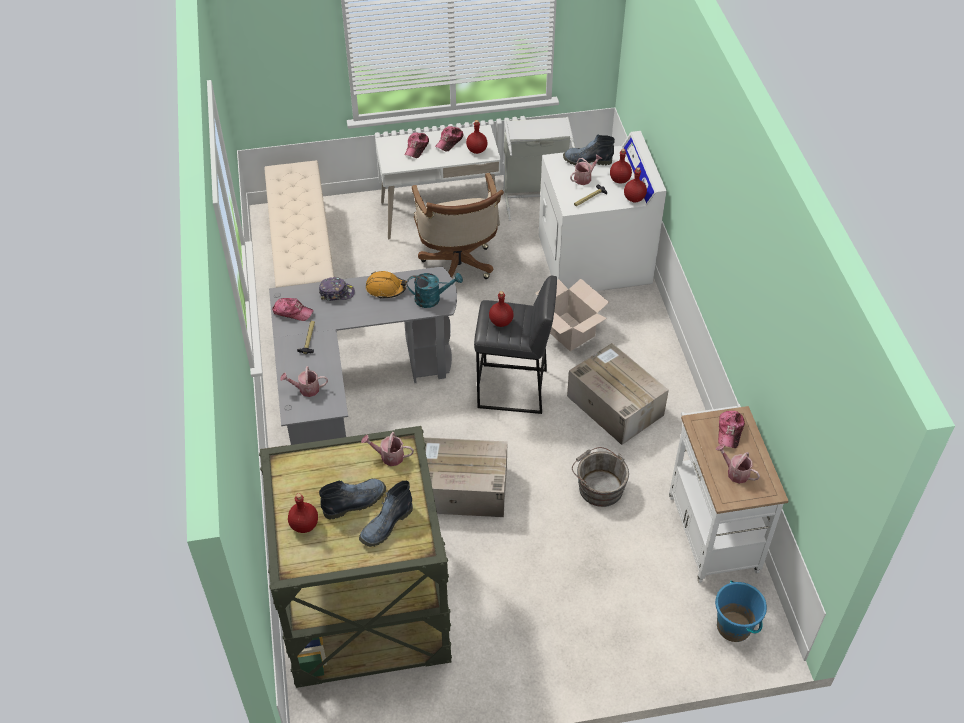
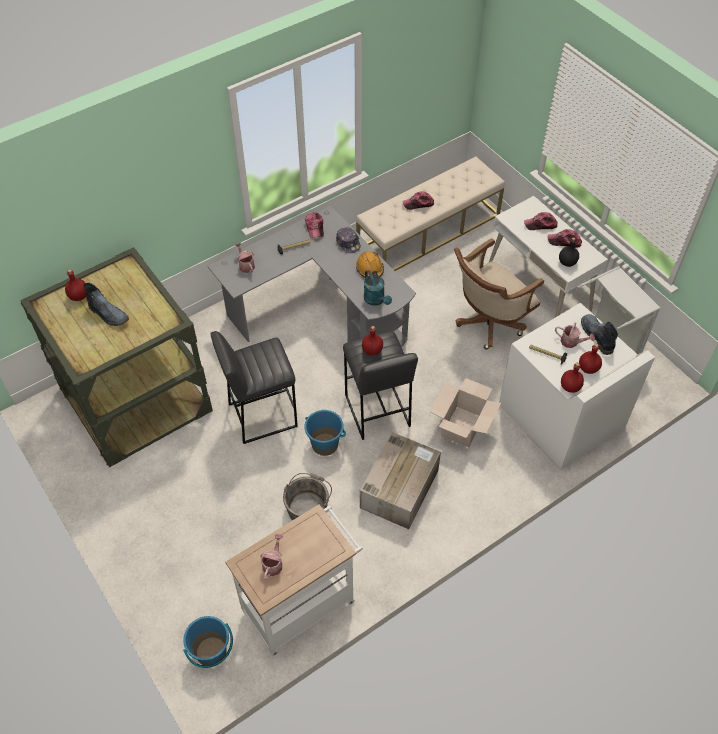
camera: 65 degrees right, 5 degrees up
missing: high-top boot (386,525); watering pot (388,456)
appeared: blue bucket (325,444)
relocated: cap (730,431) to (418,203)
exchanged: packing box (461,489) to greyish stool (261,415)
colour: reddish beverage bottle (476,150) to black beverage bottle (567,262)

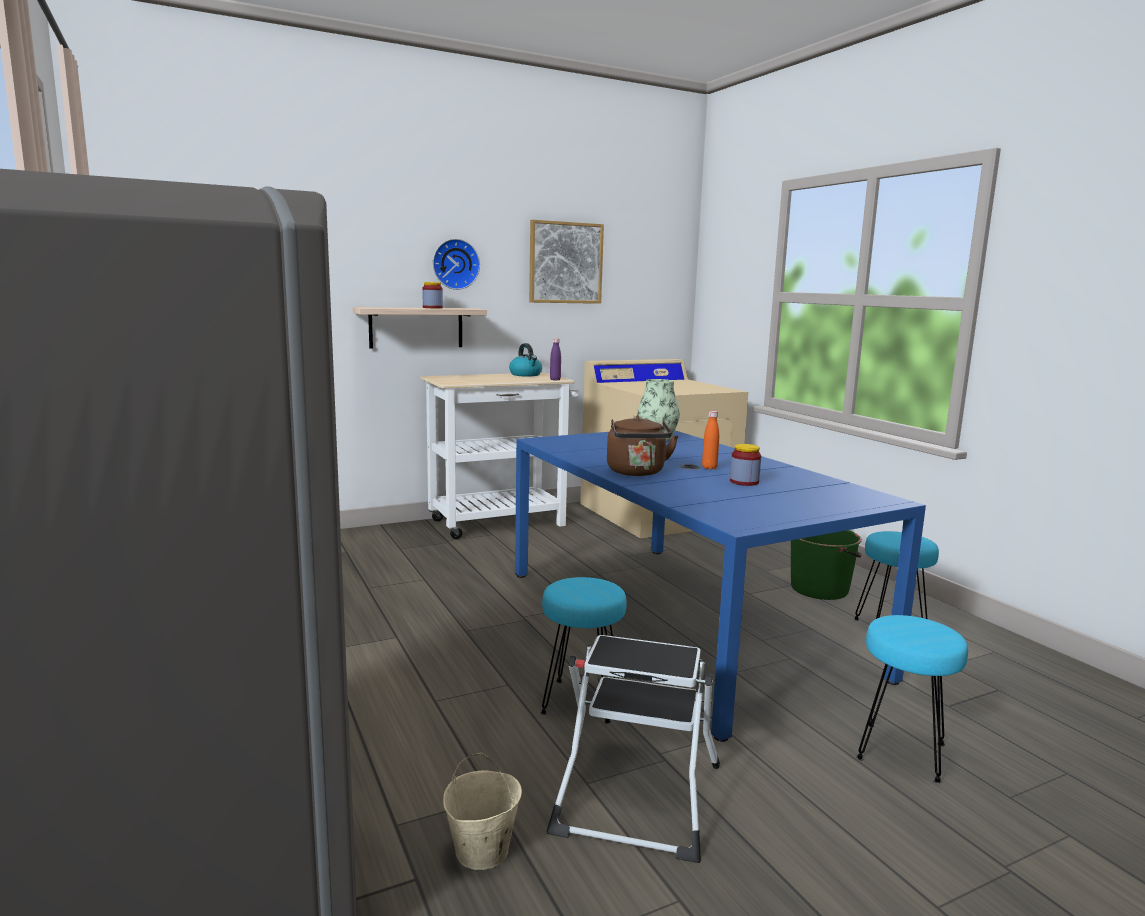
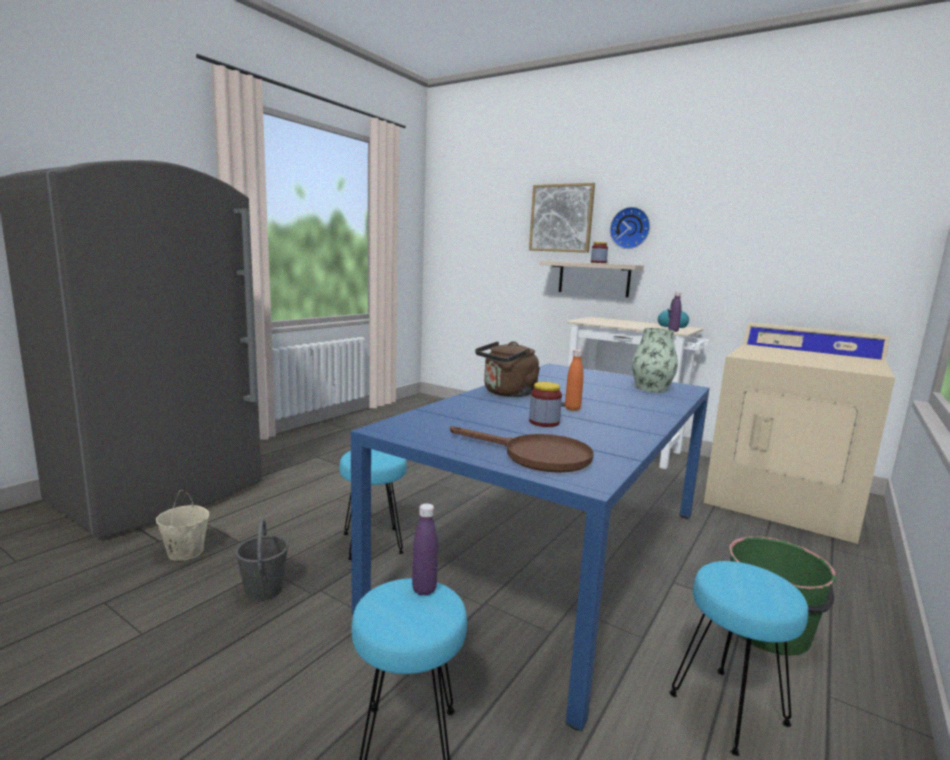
camera: 60 degrees right, 0 degrees up
appeared: purplish beverage bottle (424,589); brown frying pan (535,456)
relocated: picture (565,263) to (561,218)
exchanged: step ladder (635,791) to greyish bucket (264,590)

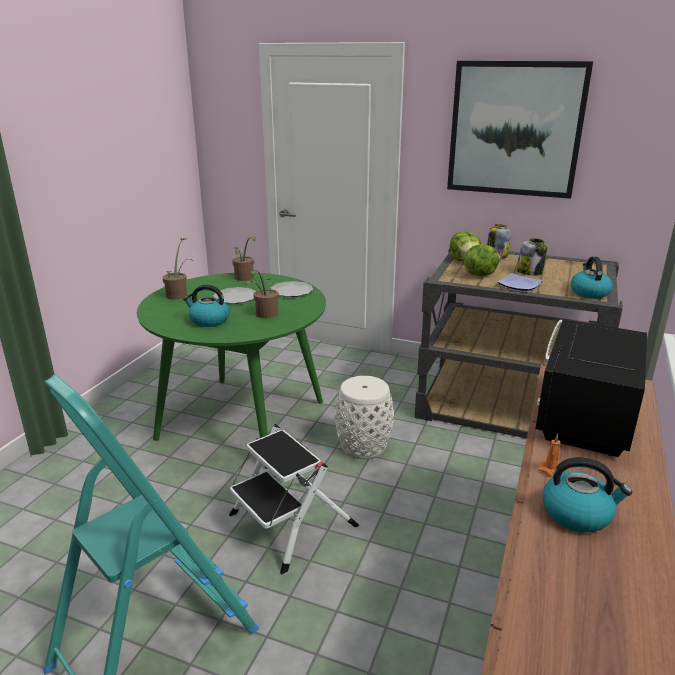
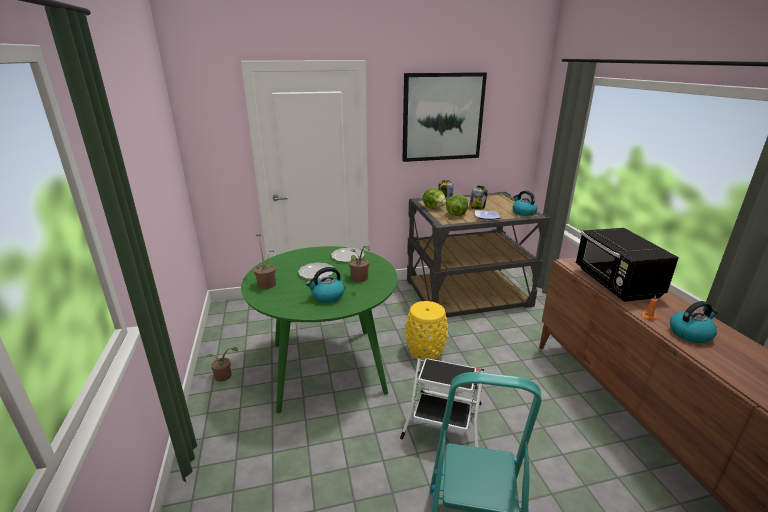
camera: 35 degrees left, 0 degrees up
relocated: potted plant (244,278) to (224,377)
colour: white stool (363,446) to yellowish stool (425,351)

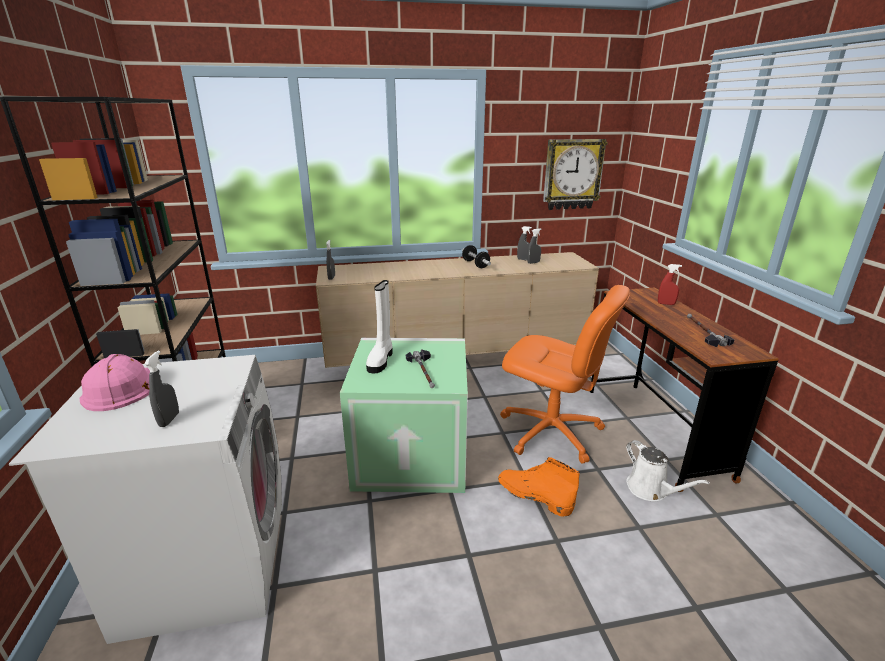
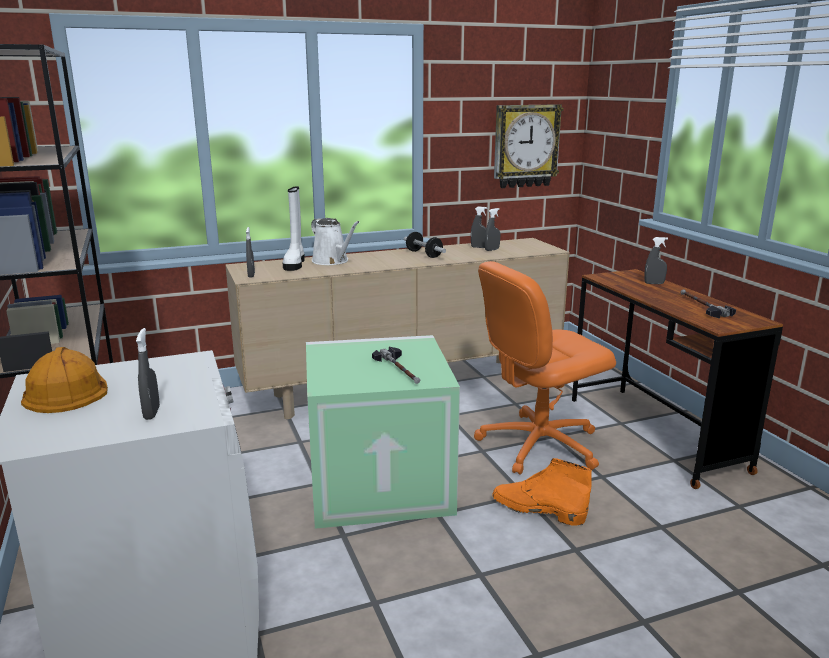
camera: 10 degrees left, 5 degrees down
relocated: white high-top boot (381,360) to (295,264); white watering pot (650,490) to (332,261)
colour: pink work helmet (121,388) to orange work helmet (66,391); reddish hand sprayer (666,304) to greyish hand sprayer (654,283)
spun: orange desk chair (551,431) = (539,444) 135 degrees clockwise

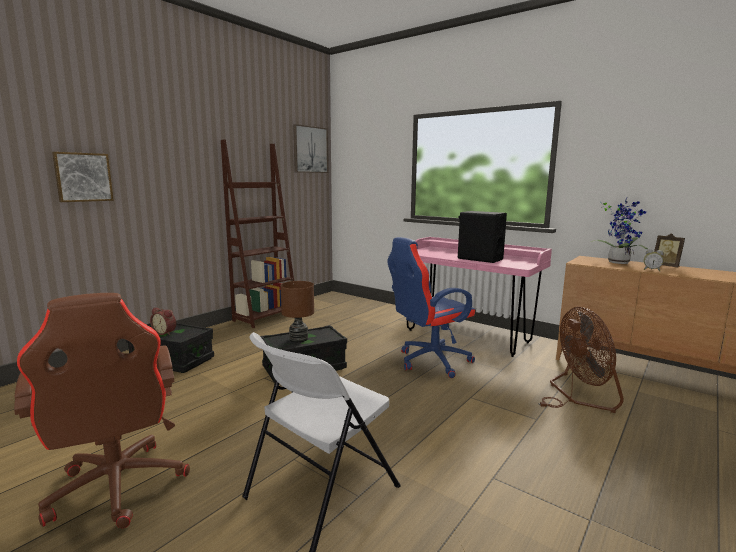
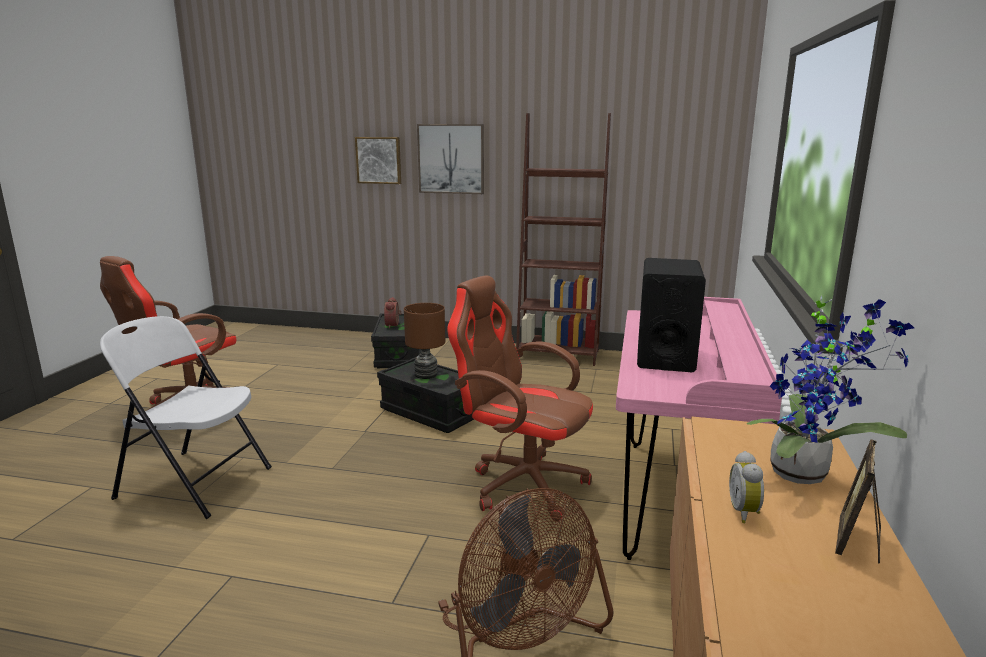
camera: 65 degrees right, 5 degrees up
relocated: picture (310,149) to (451,159)
colour: blue desk chair (428,362) to brown desk chair (520,484)

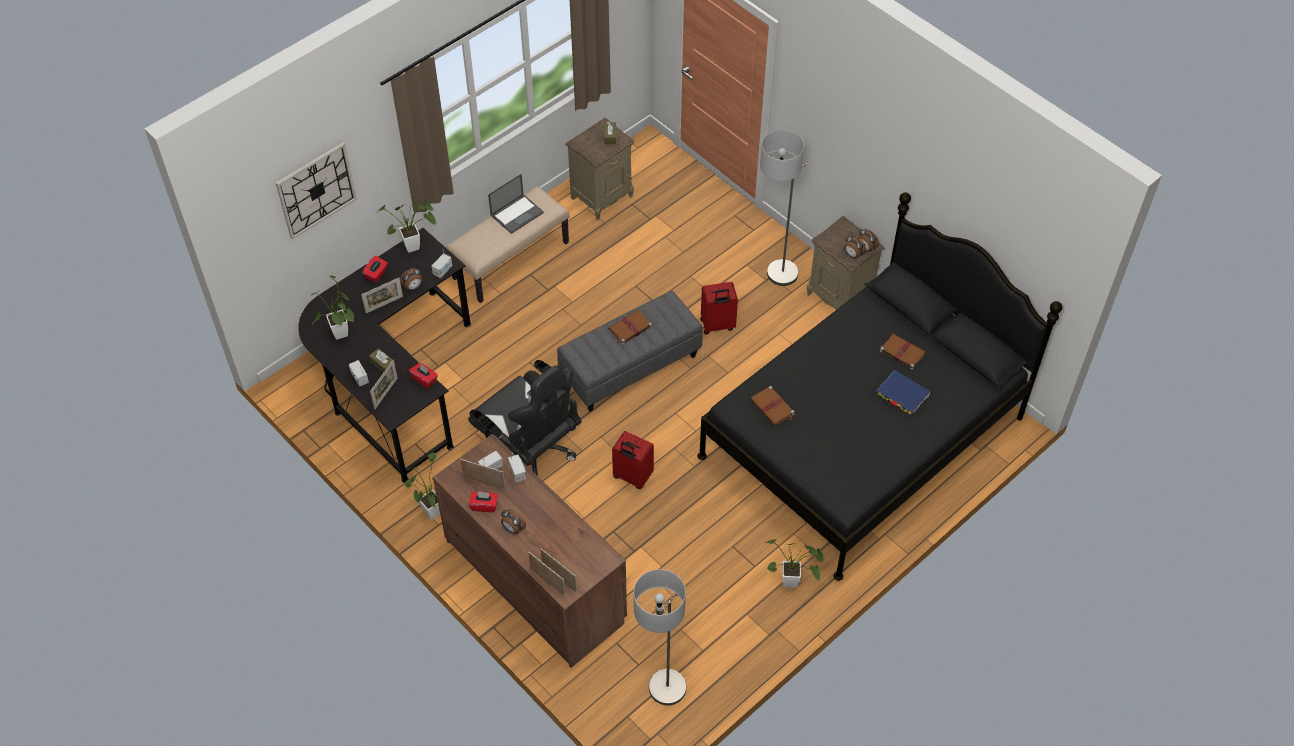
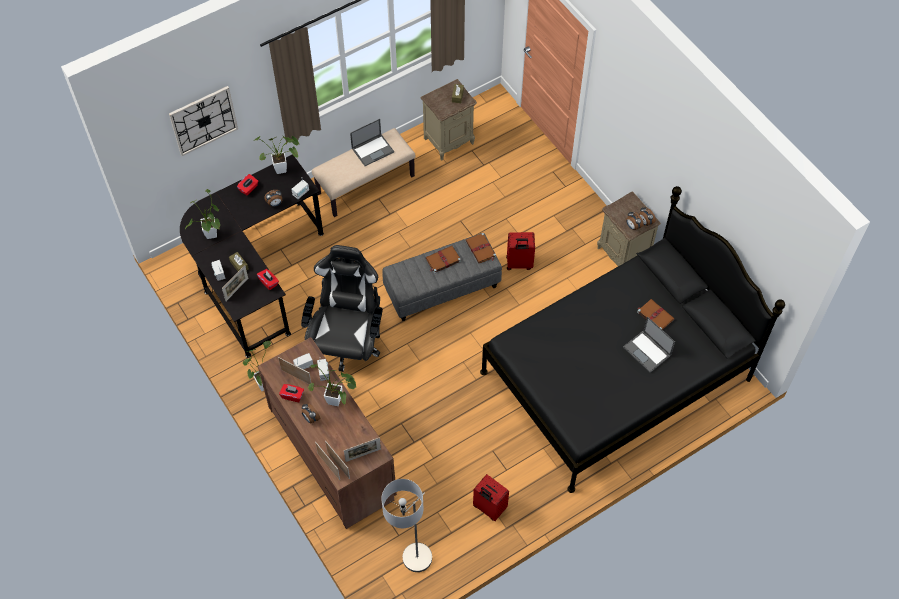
camera: 10 degrees right, 5 degrees up
missing: greyish standing lamp (774,277)
relocated: potted plant (794,582) to (338,401); photo frame (384,304) to (363,455); brown bound book (772,407) to (481,249); reddish travel case (632,477) to (489,508)
exchanged: blue bound book (902,394) to notebook computer (647,351)
spun: black desk chair (528,449) = (348,345) 135 degrees counterclockwise

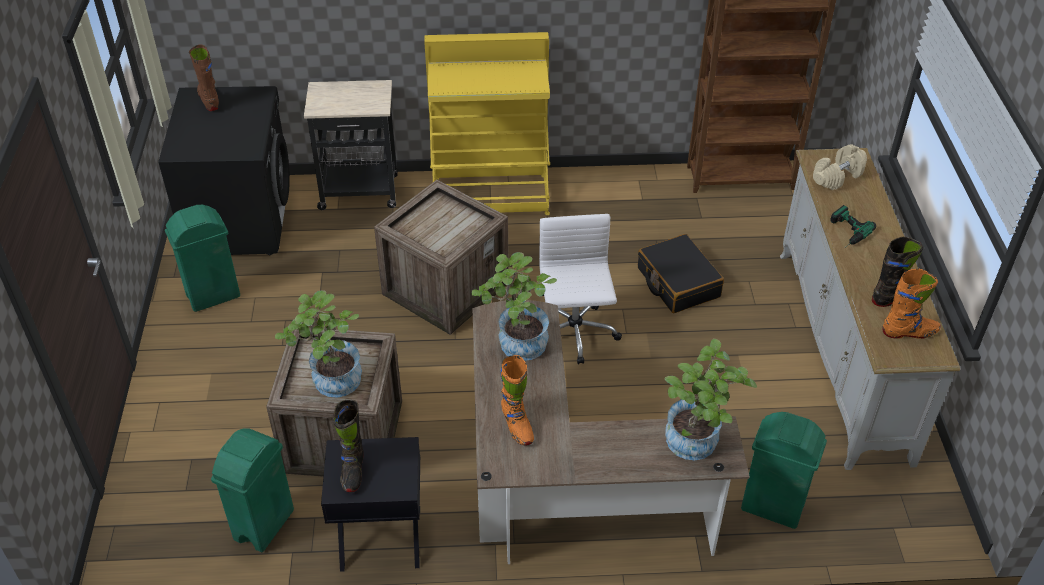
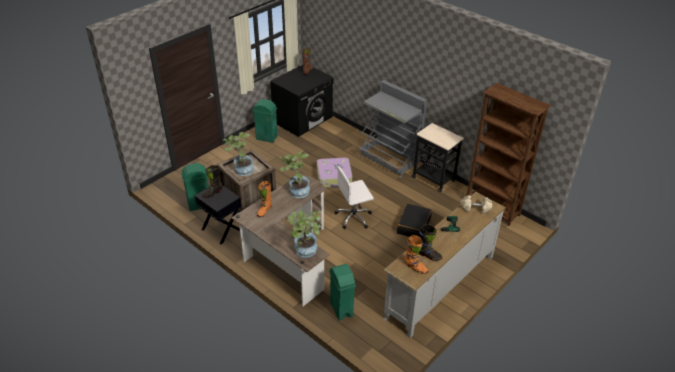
camera: 45 degrees right, 5 degrees down
relocated: wheeled cart (360,192) to (434,179)
exchanged: crate (445,287) to travel case (334,177)
colour: yellowish shoe rack (490,198) to greyish shoe rack (388,160)
spun: white desk chair (574,334) = (354,217) 150 degrees counterclockwise

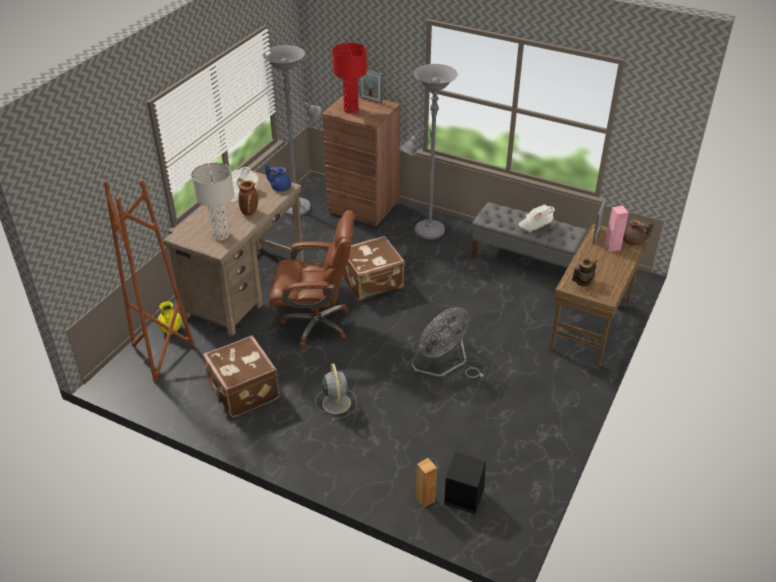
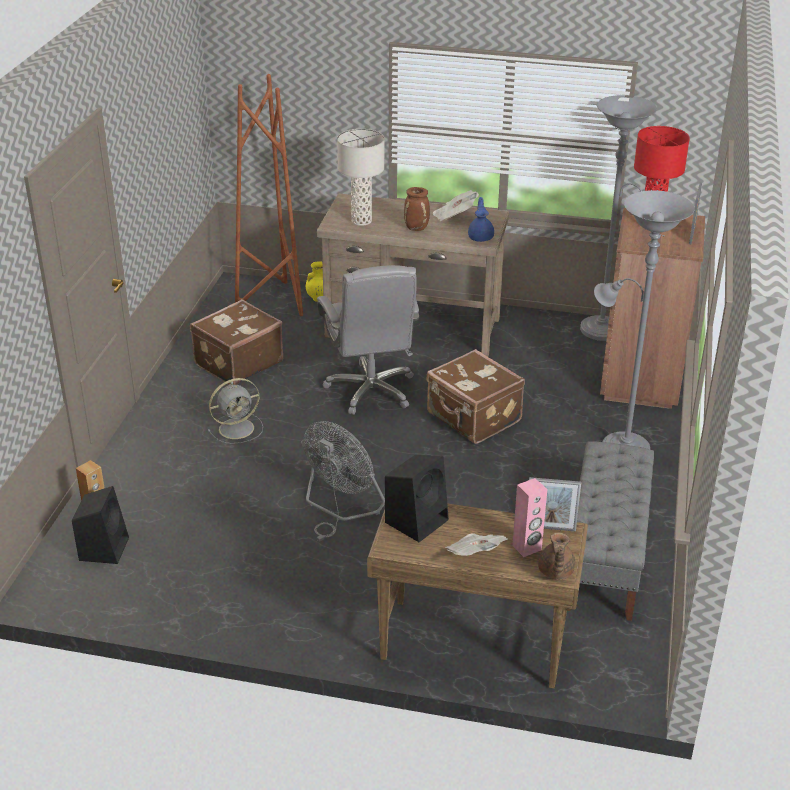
camera: 75 degrees right, 5 degrees down
relocated: newspaper (535,225) to (475,555)
exchanged: pot for tea (582,282) to black speaker (417,520)
colour: brown desk chair (315,324) to greyish desk chair (370,388)

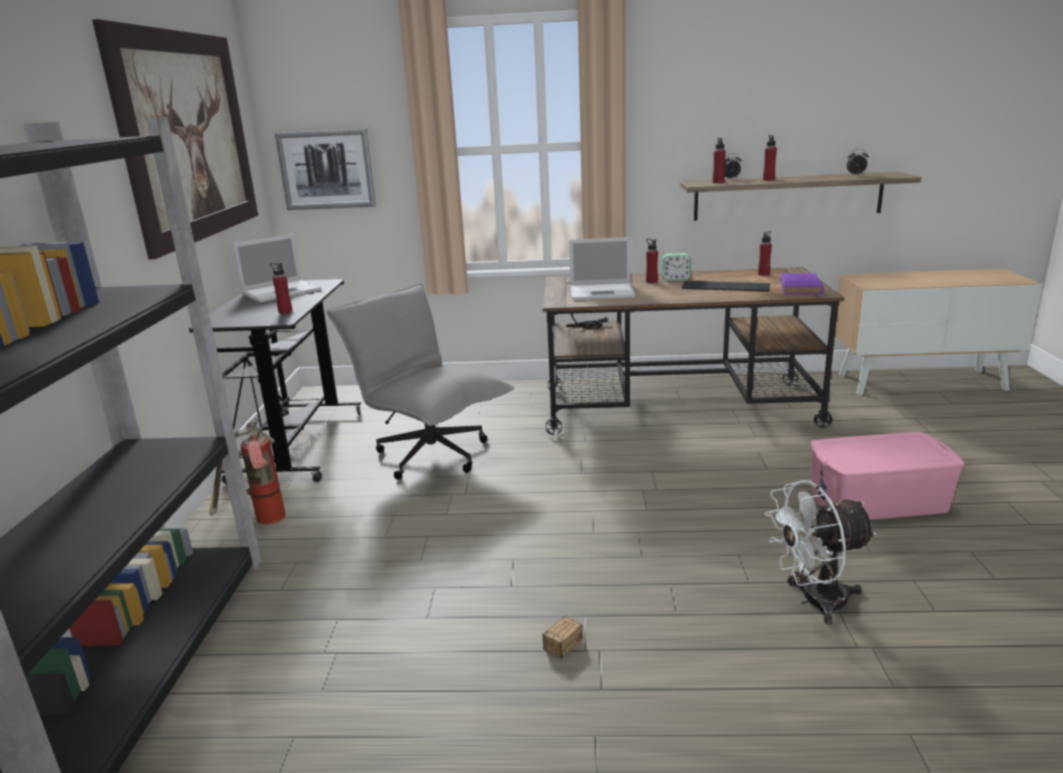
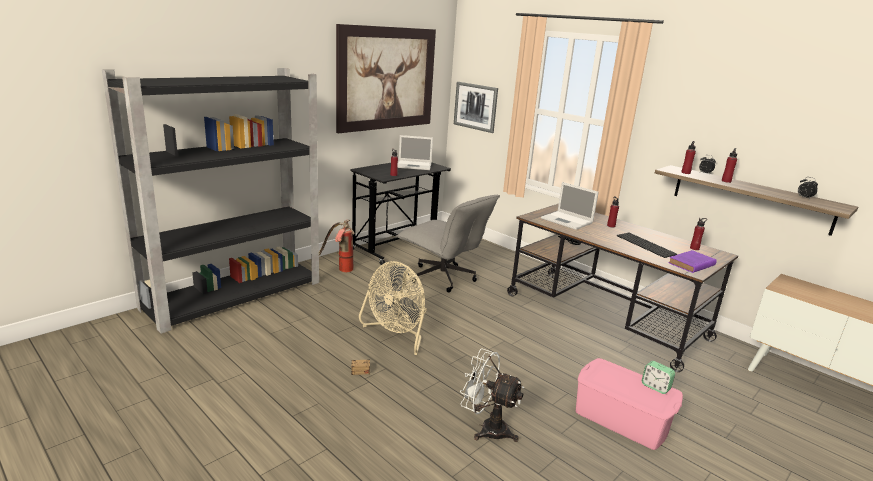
camera: 40 degrees right, 0 degrees up
appeared: beige electric fan (397,333)
relocated: alarm clock (675,279) to (655,387)
spun: greyish desk chair (433,455) = (441,277) 135 degrees clockwise

